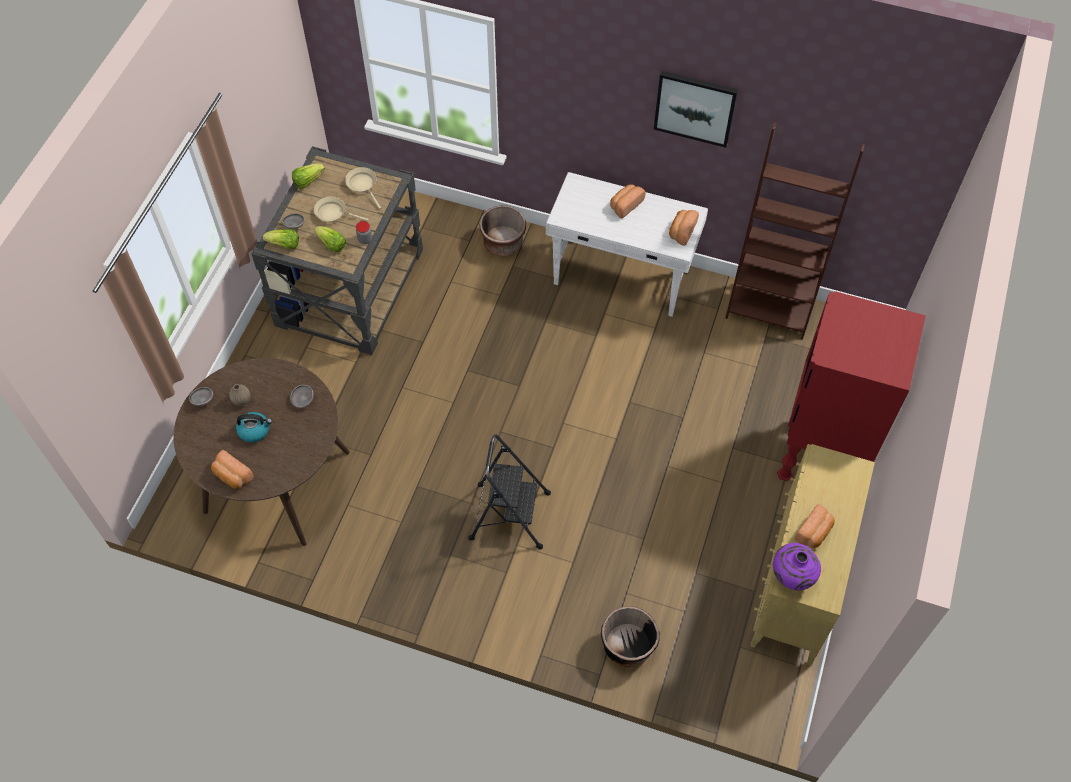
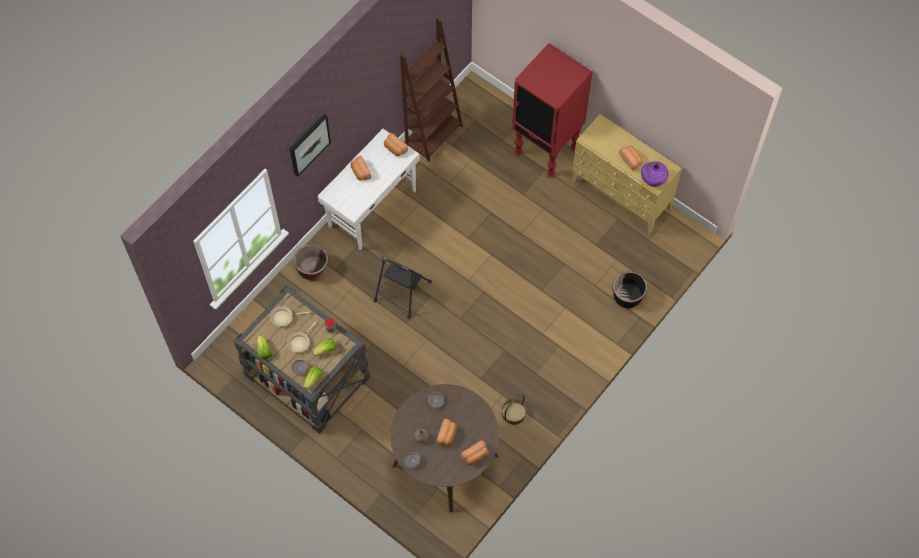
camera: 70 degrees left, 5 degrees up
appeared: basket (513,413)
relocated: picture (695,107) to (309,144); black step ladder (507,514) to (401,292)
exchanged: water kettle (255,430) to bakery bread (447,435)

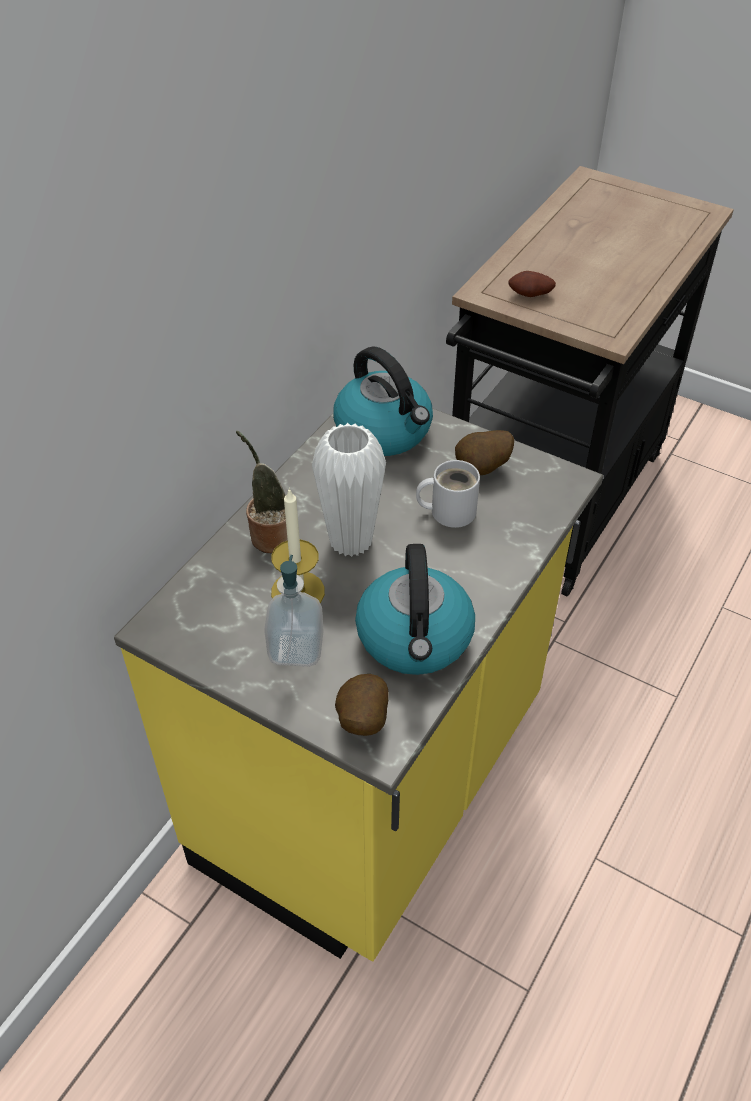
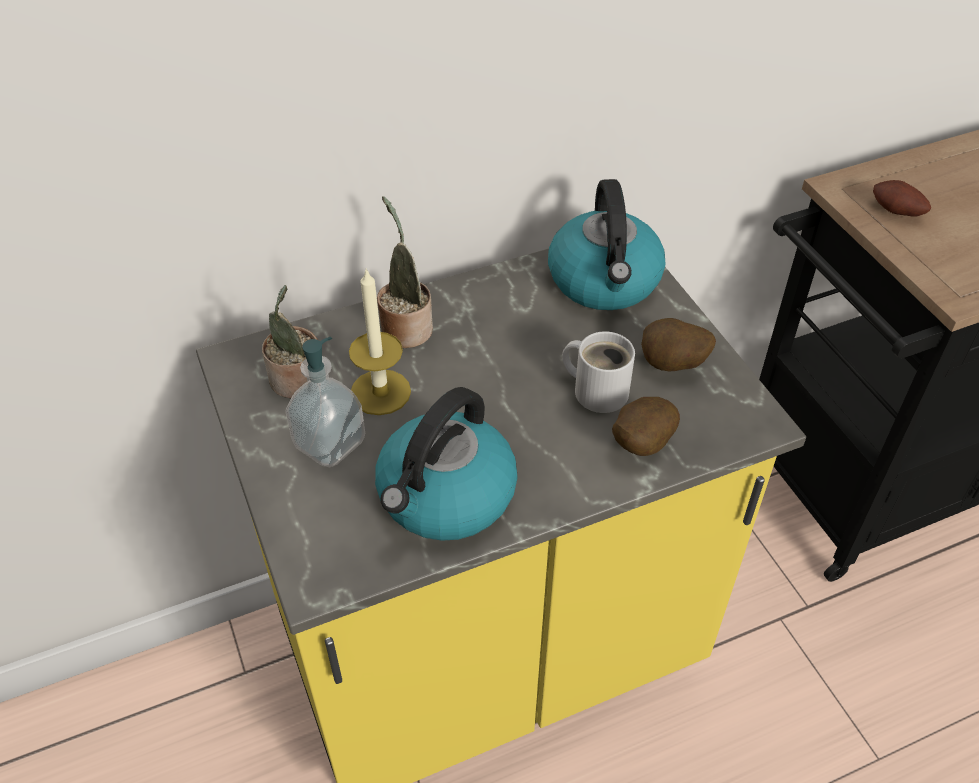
camera: 35 degrees right, 0 degrees up
missing: white decorative vase (350,541)
appeared: potted plant (297,382)
relocated: spud (361,721) to (639,444)

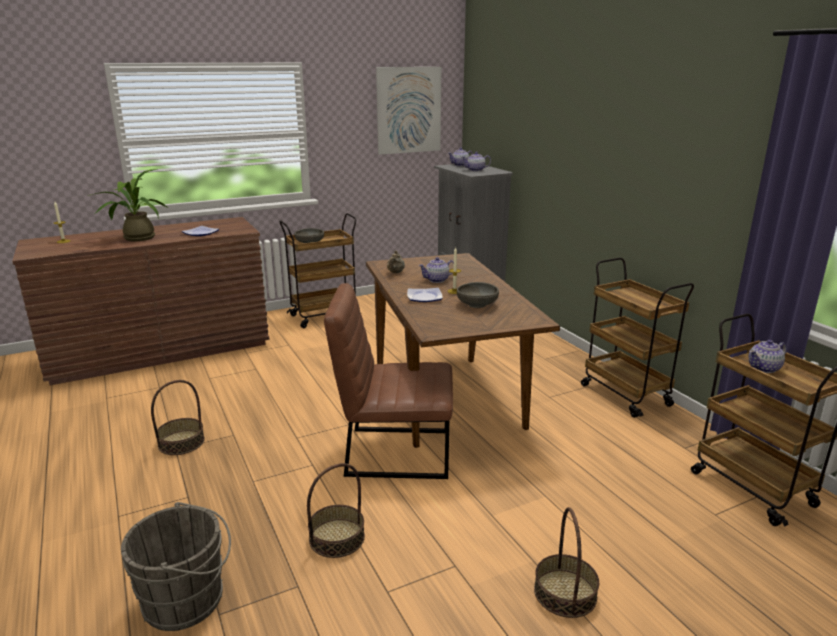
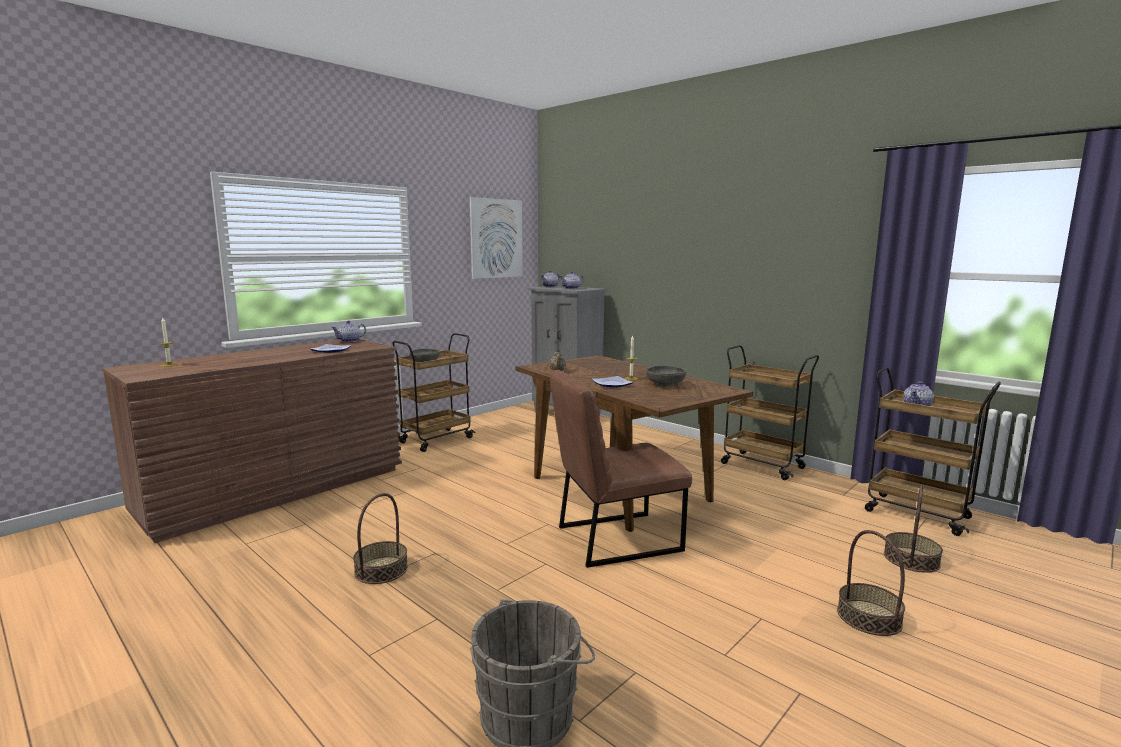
camera: 20 degrees left, 10 degrees down
missing: potted plant (135,238)
relocated: pot for tea (437,280) to (350,341); basket (337,538) to (911,559)

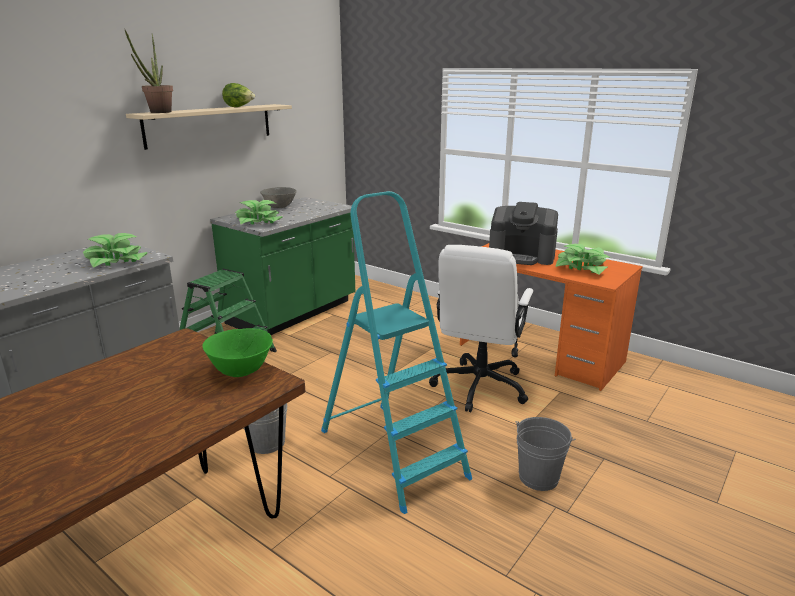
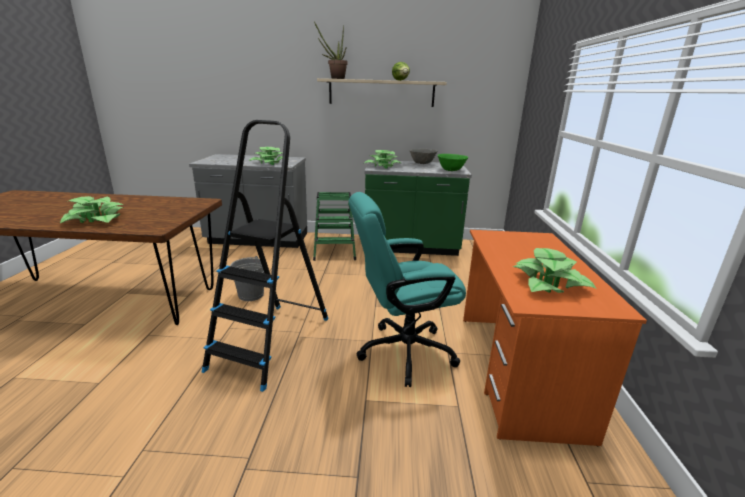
camera: 55 degrees right, 0 degrees up
missing: coffee brewer (522,256); greyish bucket (538,477)
appeared: potted plant (96,219)
relocated: green-coloured deep dish (240,371) to (451,170)
colour: turquoise-coloured step ladder (392,453) to black step ladder (271,342); white desk chair (479,389) to turquoise-coloured desk chair (401,353)

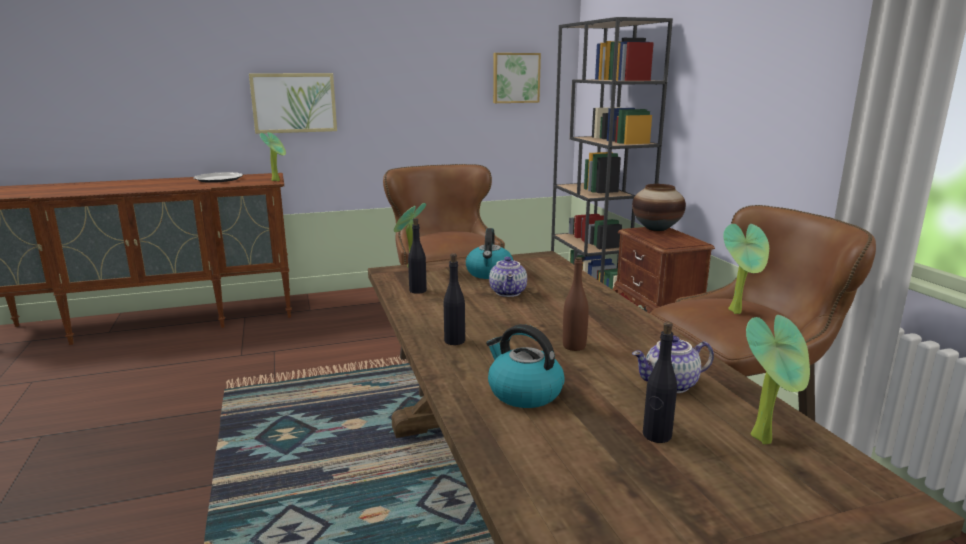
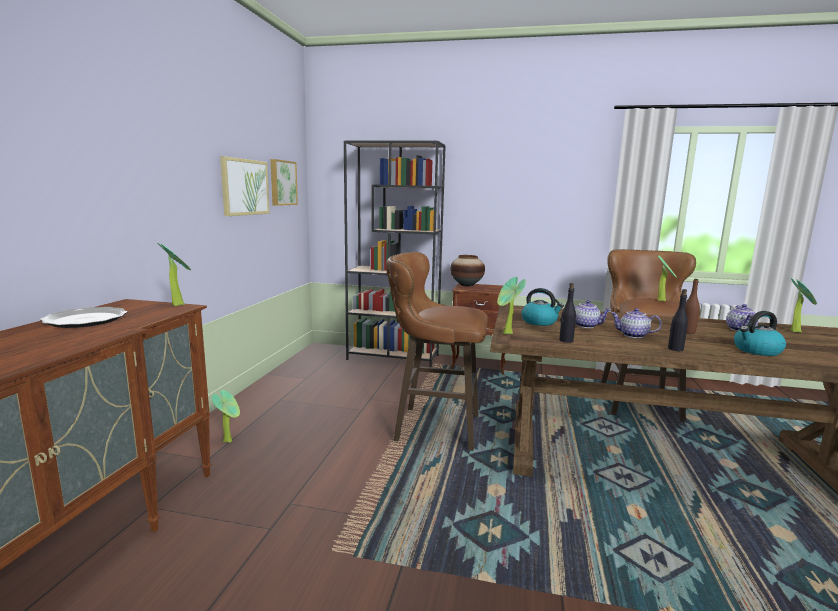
camera: 60 degrees left, 5 degrees down
missing: black beverage bottle (656,435)
appeared: potted plant (229,440); pot for tea (633,335)
relocated: picture (294,103) to (245,187)

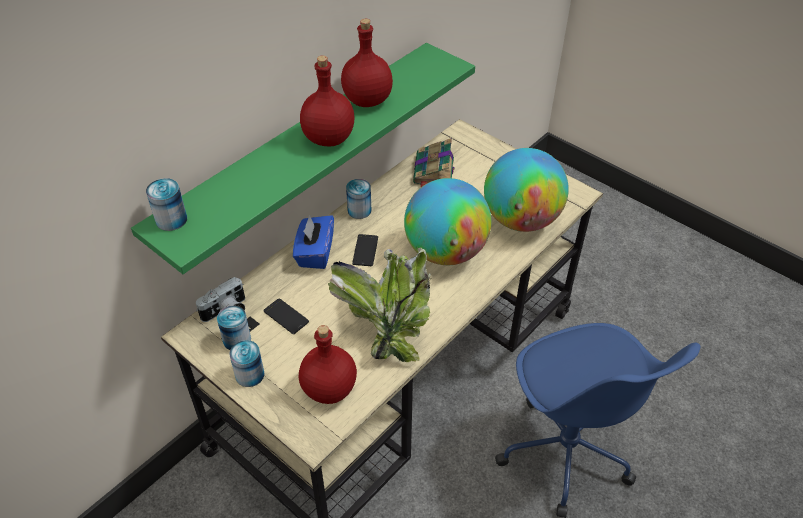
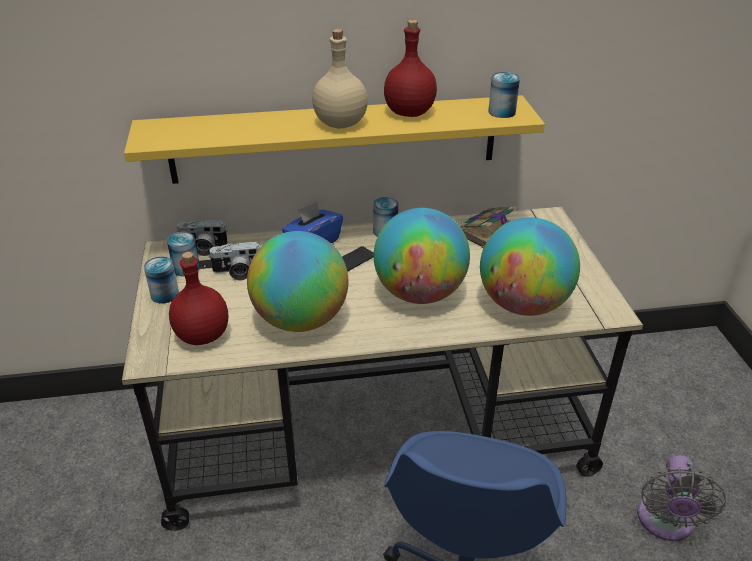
camera: 40 degrees right, 10 degrees down
appeared: greyish electric fan (665,523)
relocated: sealed can (171,219) to (502,112)
exchanged: handset (286,316) to still camera (237,272); potted plant (387,326) to globe (300,319)
colour: green-coloured wall shelf (300,151) to yellowish wall shelf (335,139); reddish beverage bottle (328,139) to beige beverage bottle (339,124)

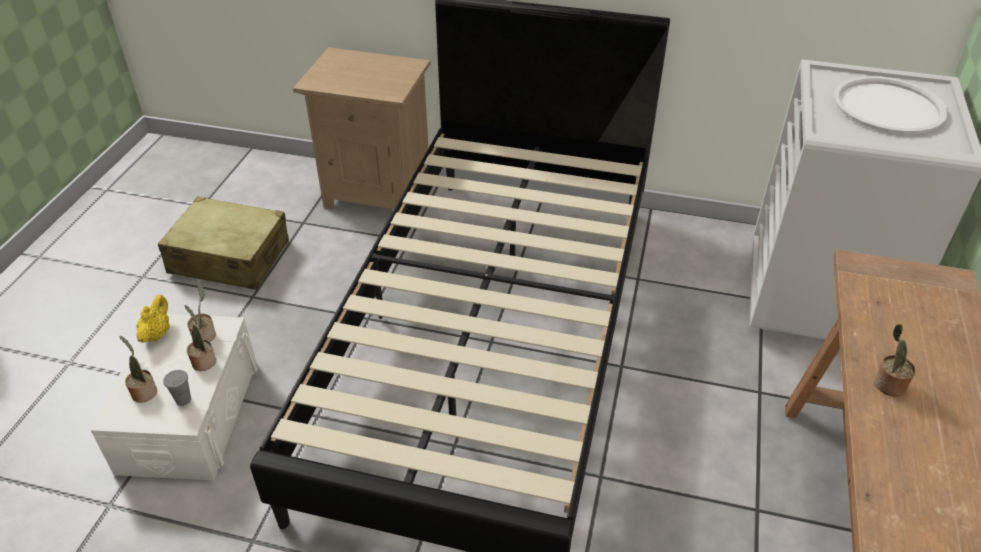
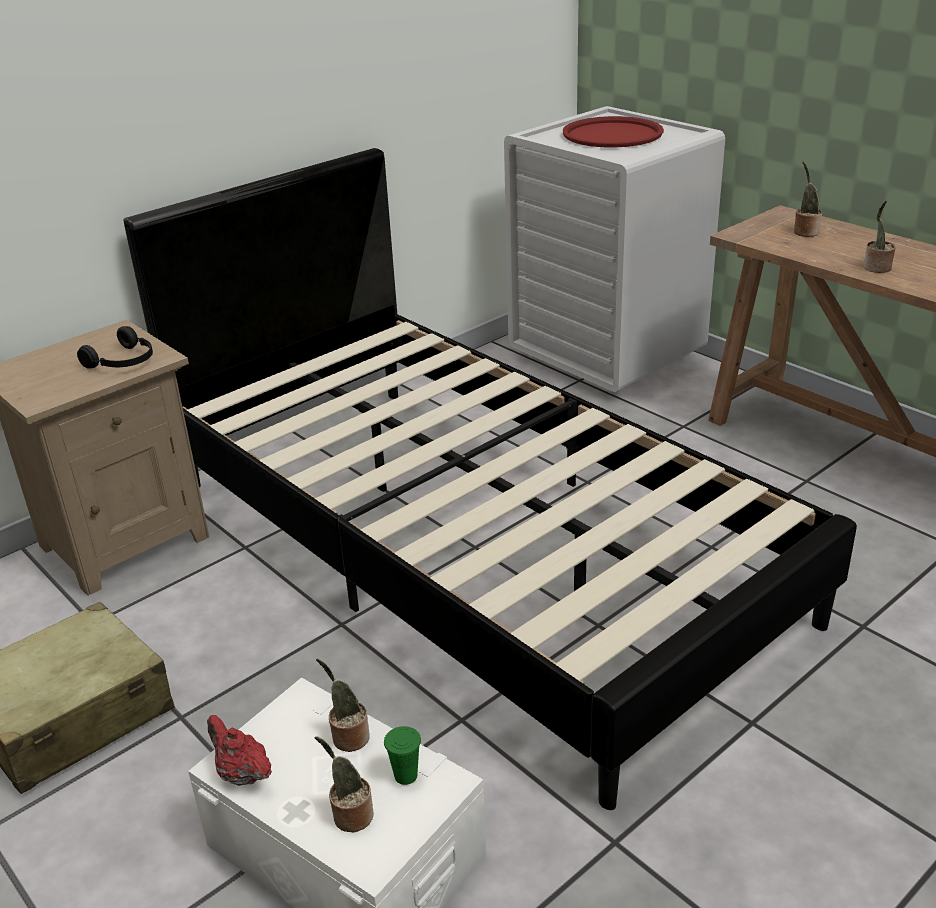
camera: 55 degrees left, 10 degrees down
appeared: black pair of headphones (124,361)
relocated: potted plant (205,334) to (805,232)
colour: yellowish pot for tea (157,334) to reddish pot for tea (242,773); greyish drinking cup (183,400) to green-coloured drinking cup (406,775); white carrying tray (888,107) to reddish carrying tray (612,134)

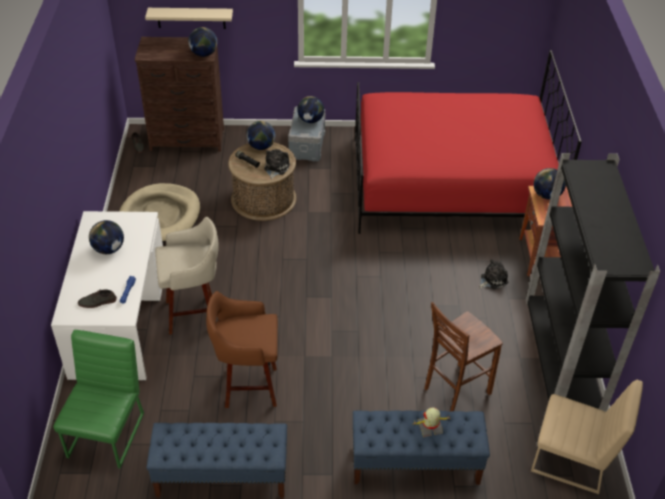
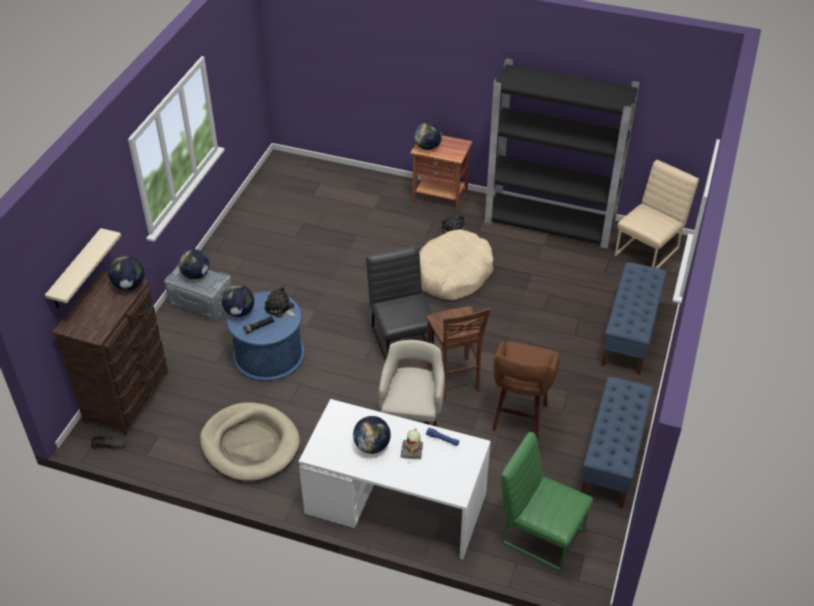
camera: 70 degrees left, 0 degrees up
missing: greyish item of footwear (97,302); reddish bedroom bed (451,184)
appeared: greyish plain chair (401,339); beige pet bed (453,274)
relocated: toy robot (430,428) to (412,451); brown stool (455,391) to (454,380)
colour: brown low table (263,199) to blue low table (269,354)

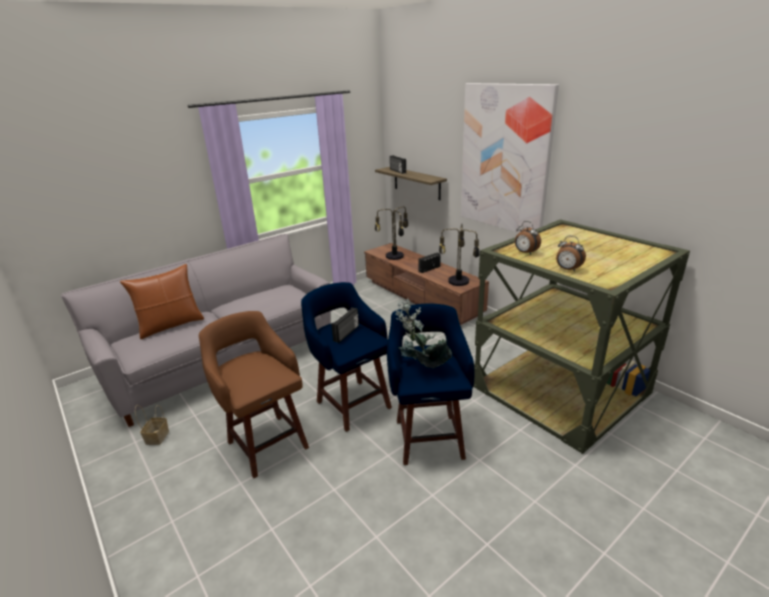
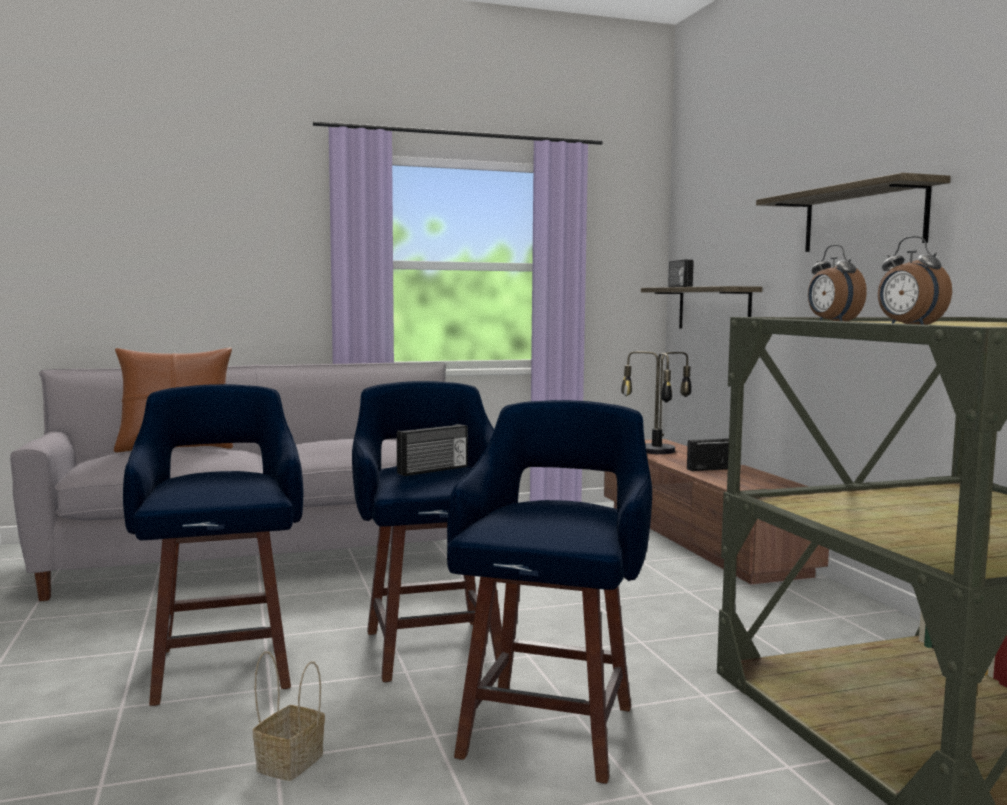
camera: 20 degrees right, 20 degrees down
missing: potted plant (421,367); lamp for a table (458,281)
relocated: basket (157,436) to (290,761)
exchanged: picture (504,159) to wall shelf (863,218)
colour: brown stool (266,443) to blue stool (223,665)

